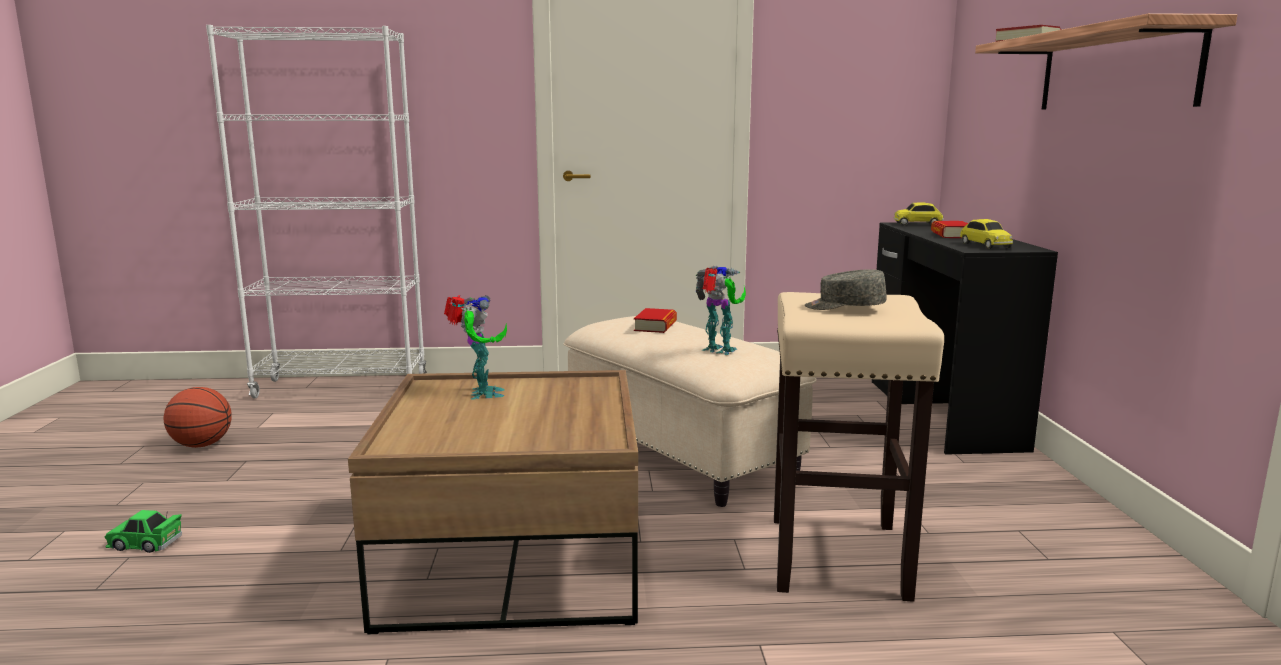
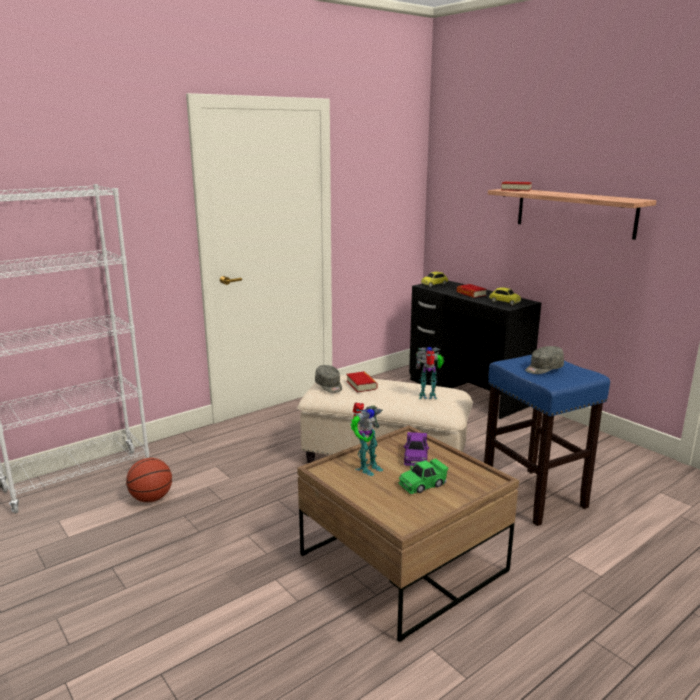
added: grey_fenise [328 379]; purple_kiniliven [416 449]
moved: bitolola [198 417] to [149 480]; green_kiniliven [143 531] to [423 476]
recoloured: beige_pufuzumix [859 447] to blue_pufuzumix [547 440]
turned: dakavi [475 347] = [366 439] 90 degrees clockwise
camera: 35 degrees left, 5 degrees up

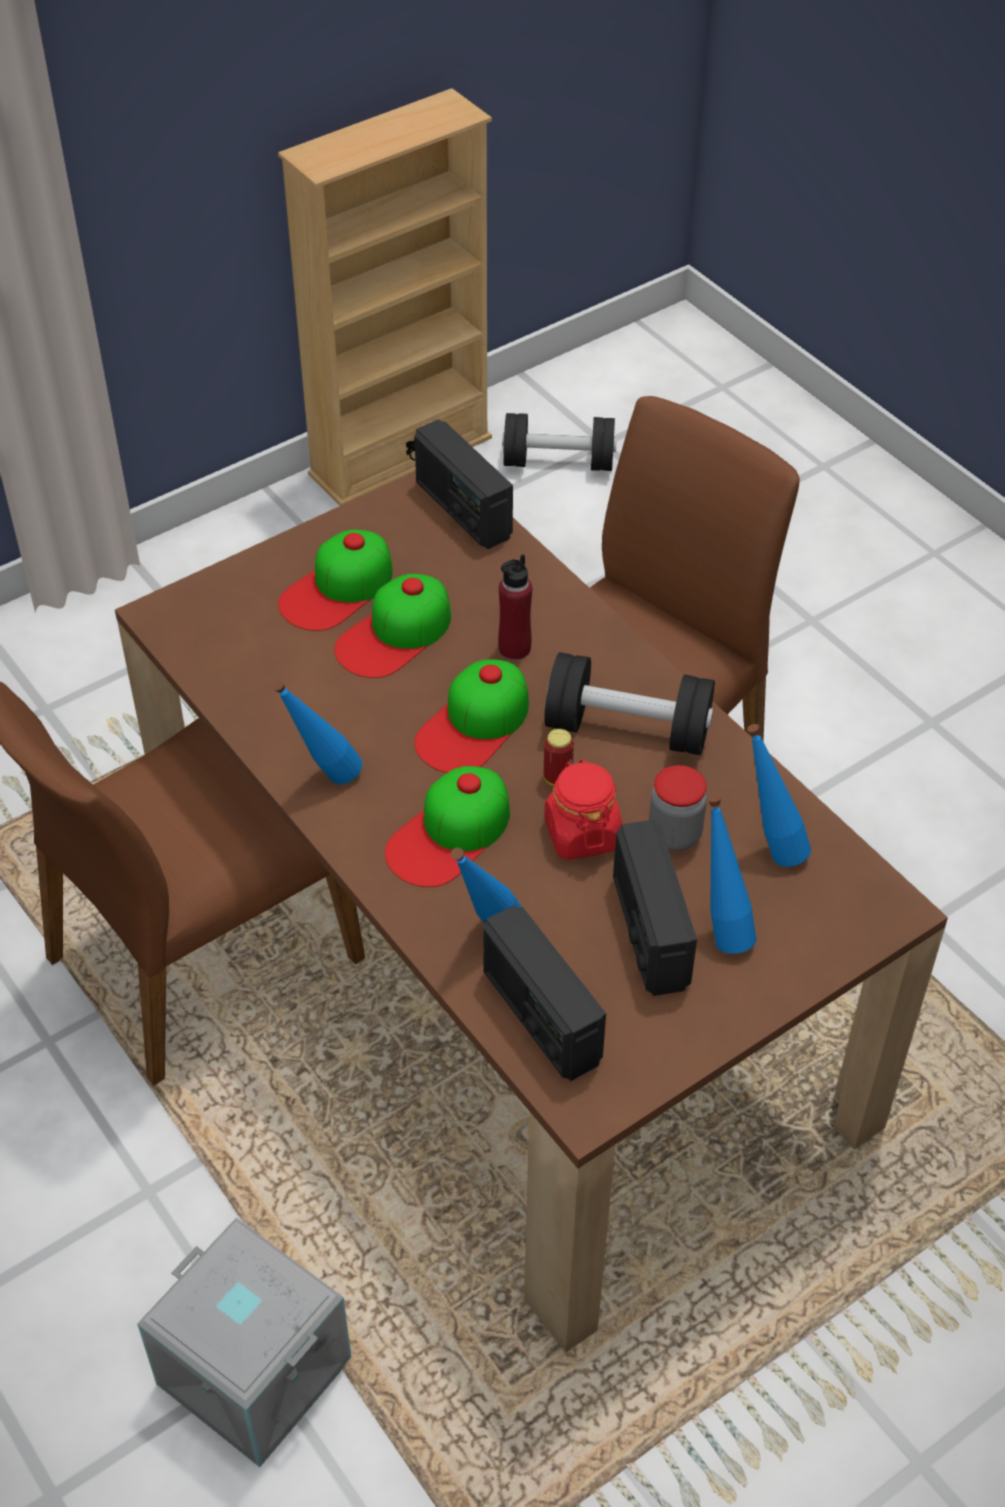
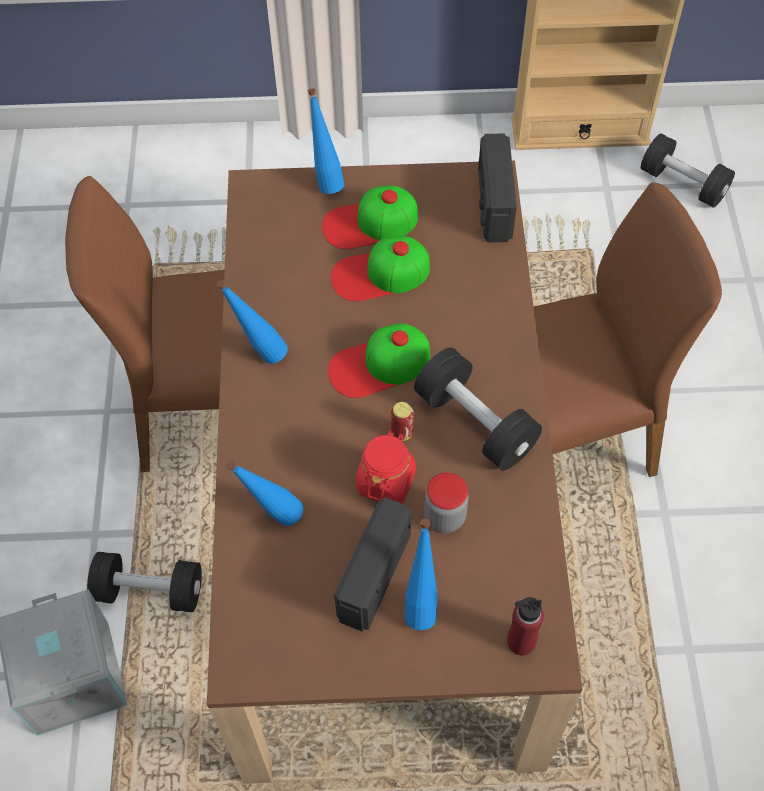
removed: fenise [447 826]; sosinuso [544 993]
added: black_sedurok [144 582]
moved: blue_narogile [779 795] to [326 141]; red_narogile [515 607] to [525 626]
camera: 35 degrees right, 10 degrees up

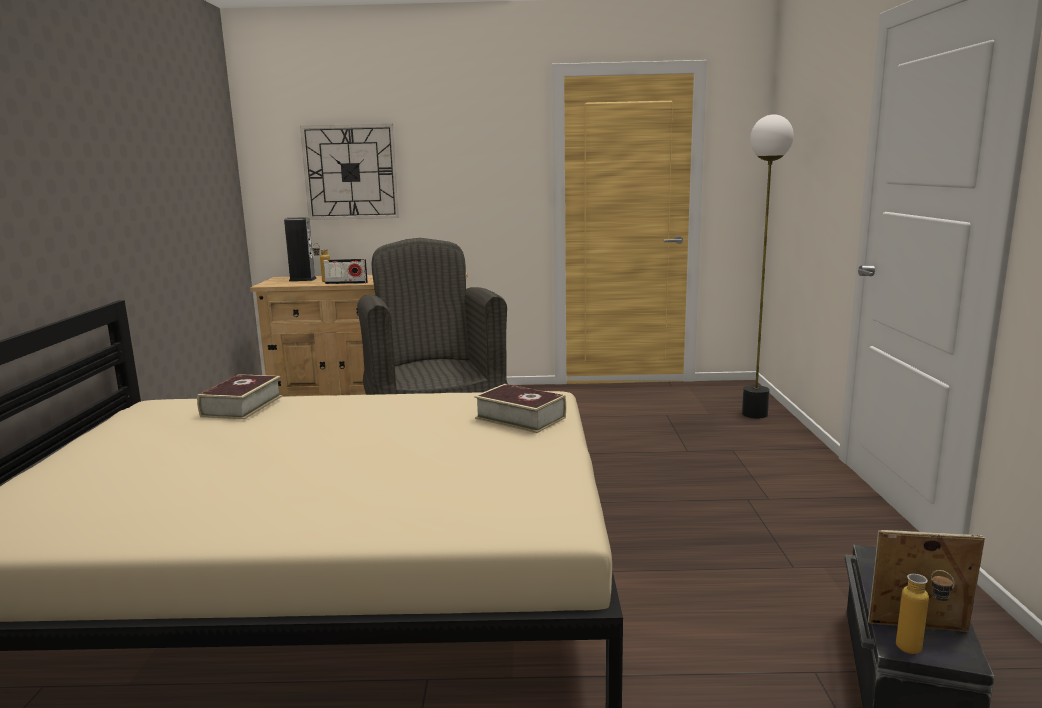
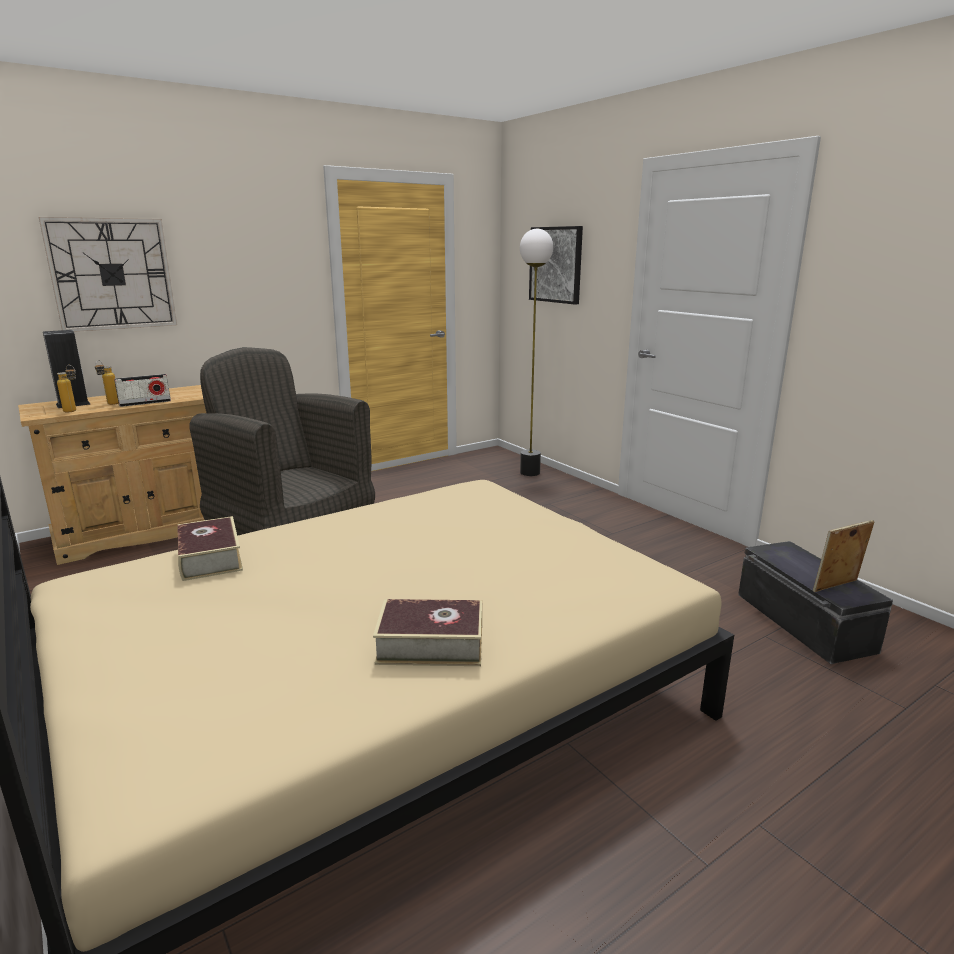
added: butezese [556 265]
moved: narogile [925 612] to [66 388]; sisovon [520 408] to [427 632]
camera: 35 degrees left, 5 degrees up

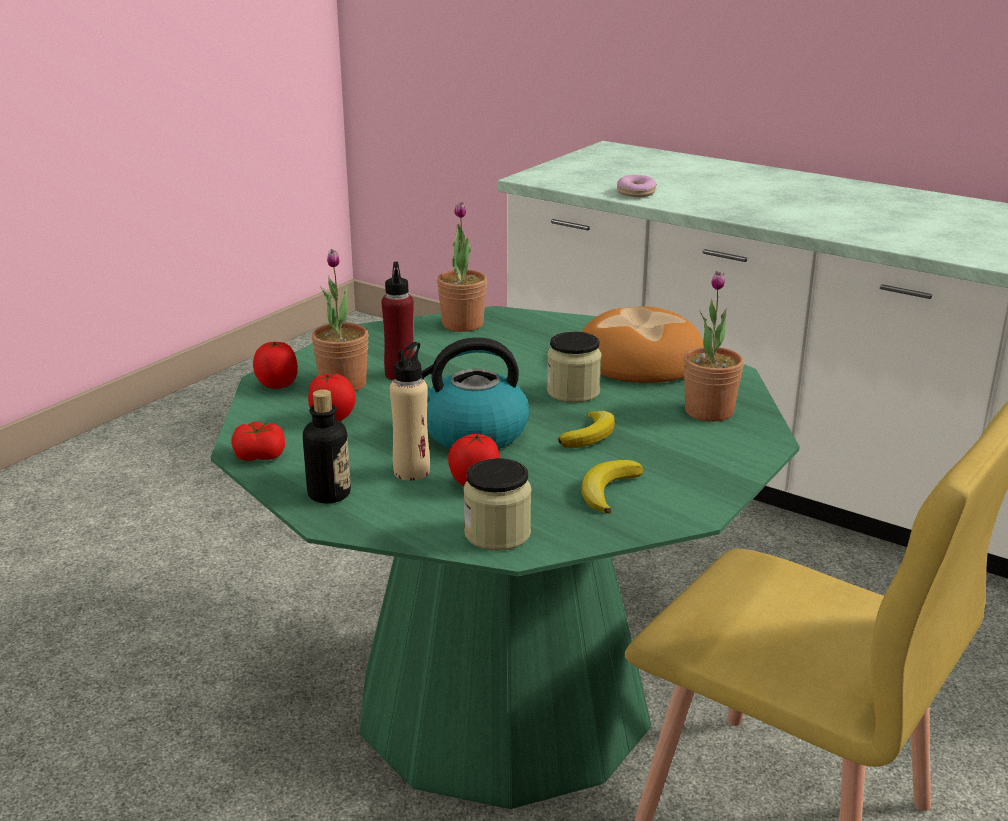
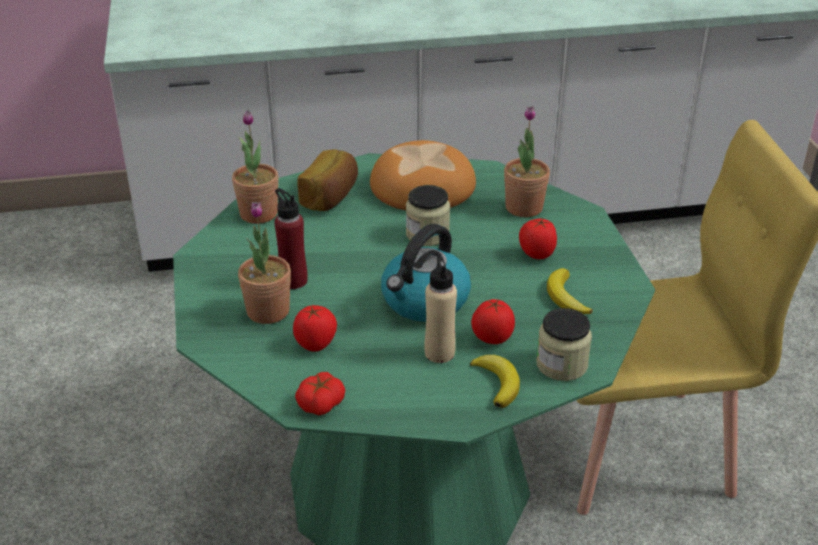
removed: narogile [327 446]; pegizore [637 186]
added: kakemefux [327 180]
moved: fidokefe [586 429] to [495 381]; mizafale [275 365] to [538 238]
camera: 45 degrees left, 10 degrees up

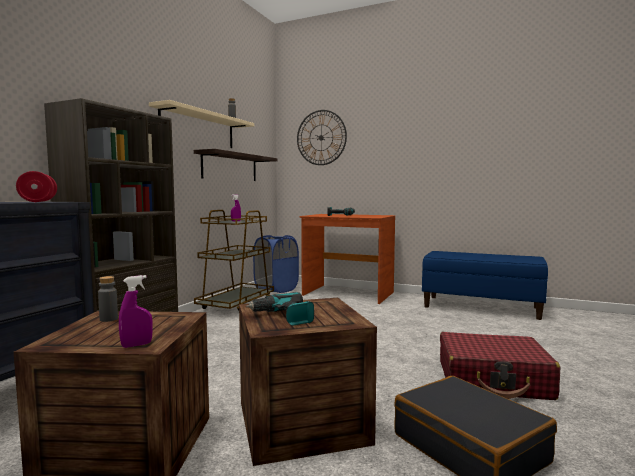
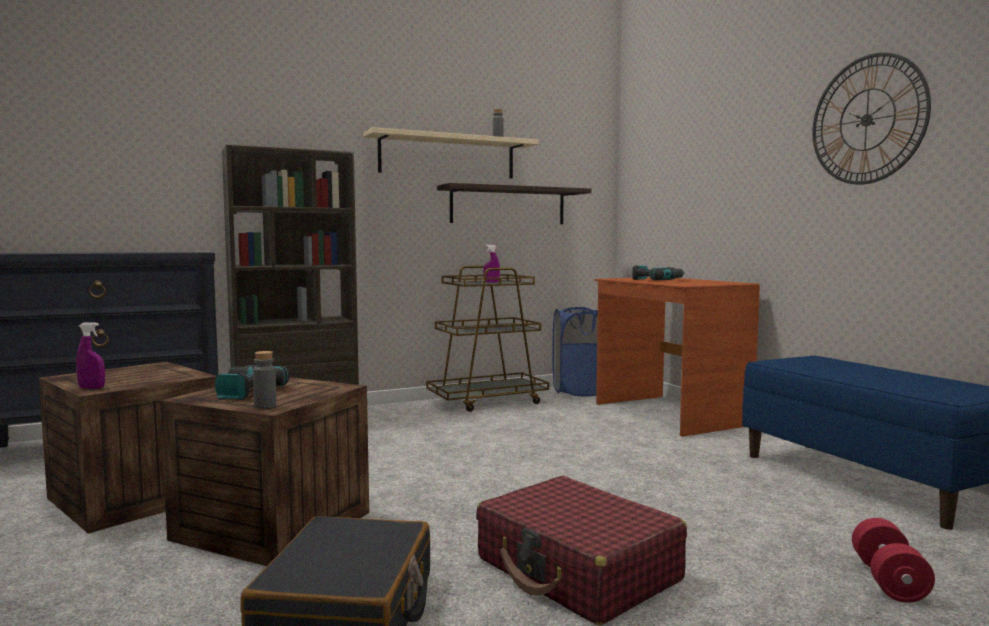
moved: grey_narogile [108 299] to [265 379]; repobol [322 137] to [871 119]; red_sedurok [36 186] to [893 560]
camera: 40 degrees right, 0 degrees up

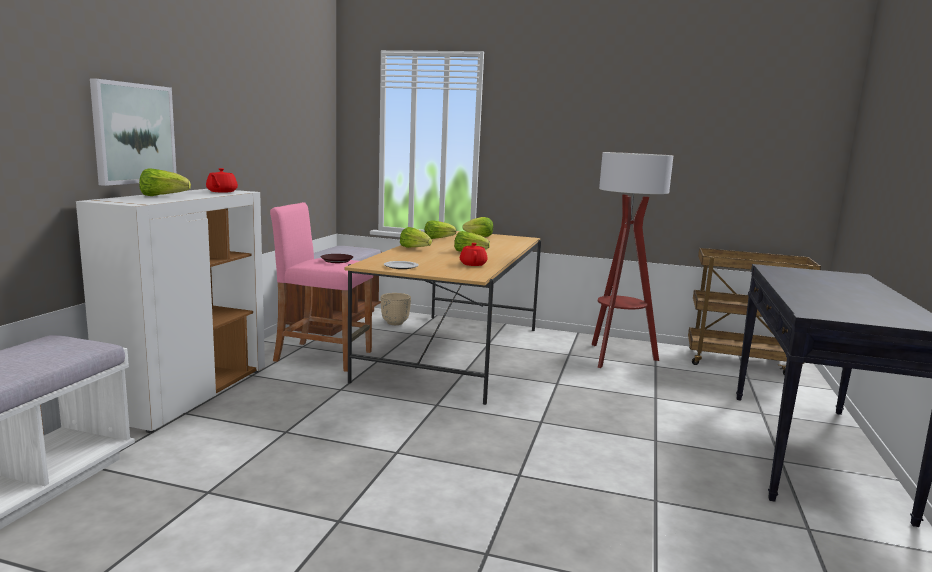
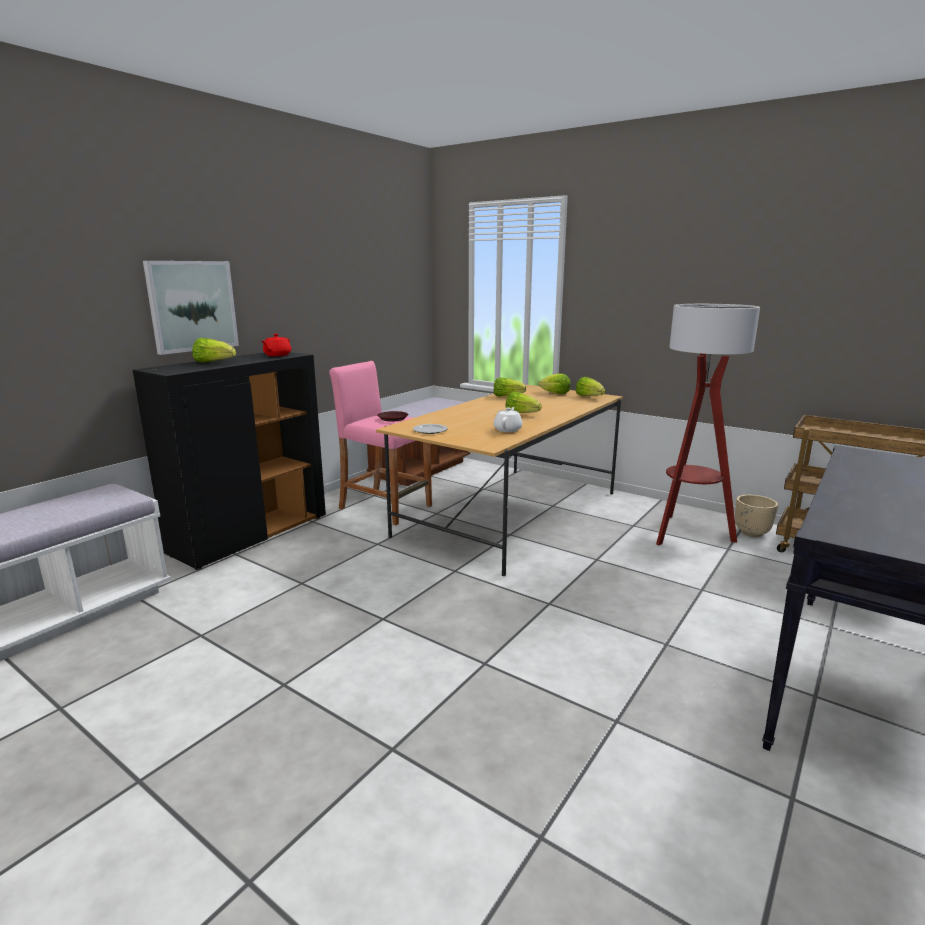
moved: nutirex [416 237] to [590 386]; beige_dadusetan [396 309] to [756 516]
recoloured: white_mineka [170 311] to black_mineka [229 461]; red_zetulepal [474 254] to white_zetulepal [508 419]
camera: 20 degrees right, 5 degrees up

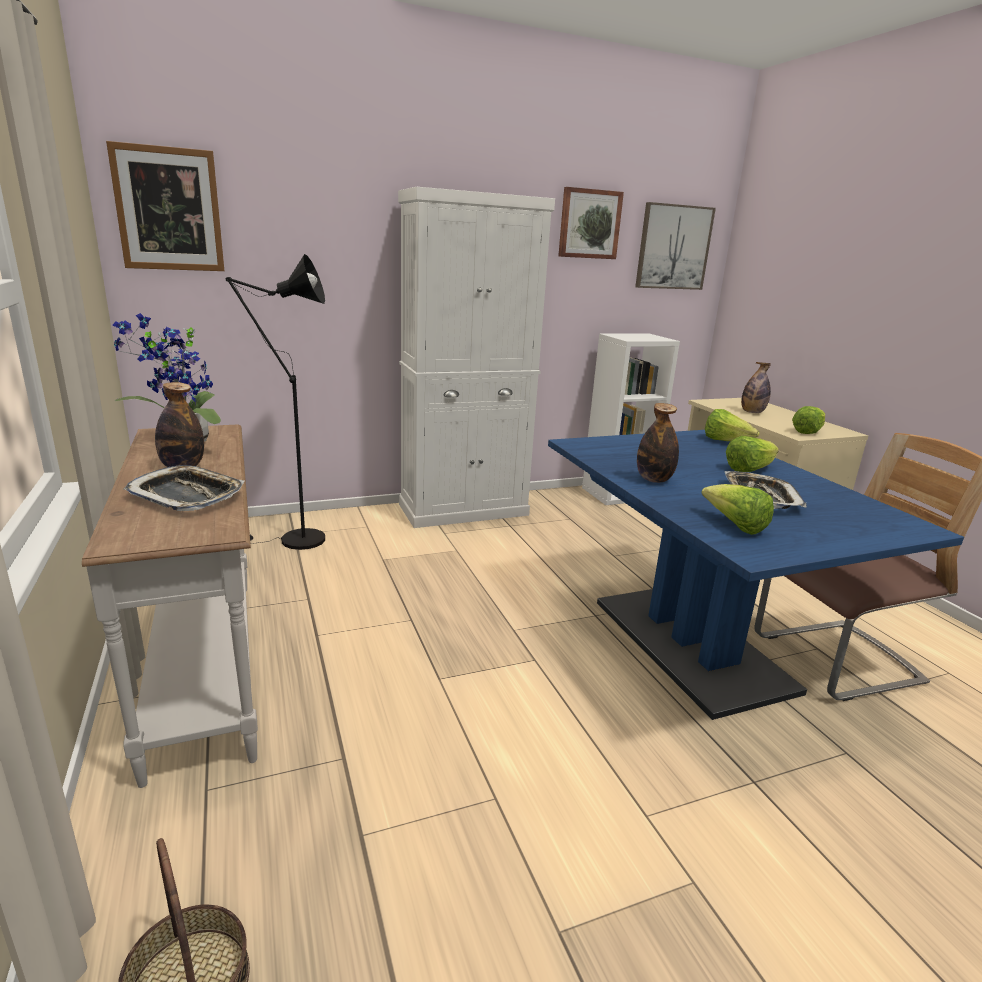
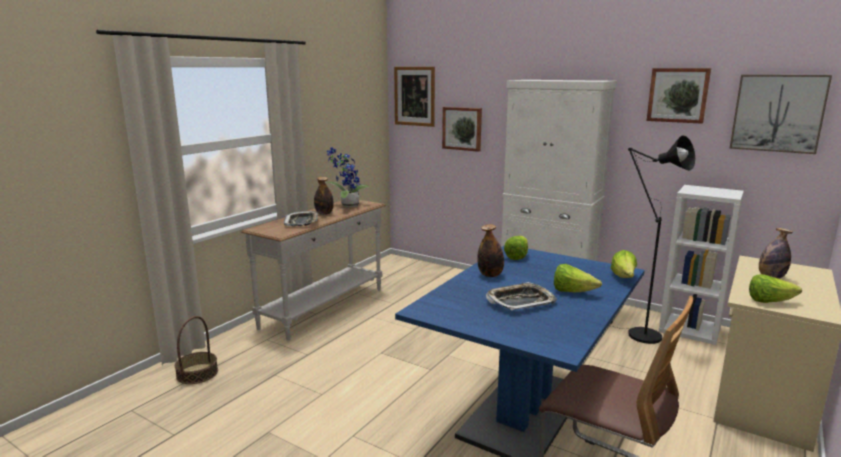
added: butezese [462 129]
moved: nutirex [737 509] to [516 248]; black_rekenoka [275 402] to [652 239]
camera: 55 degrees right, 5 degrees down

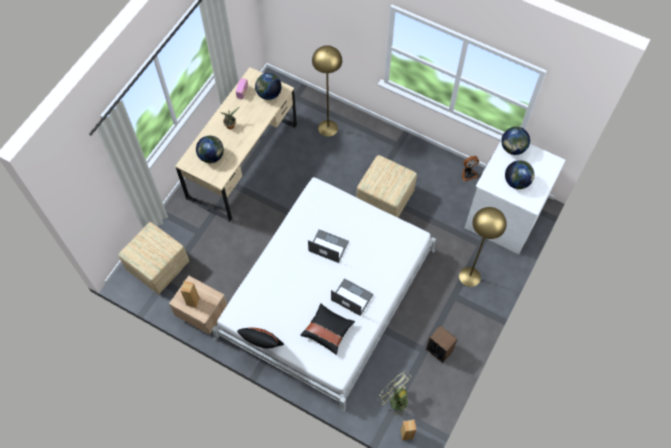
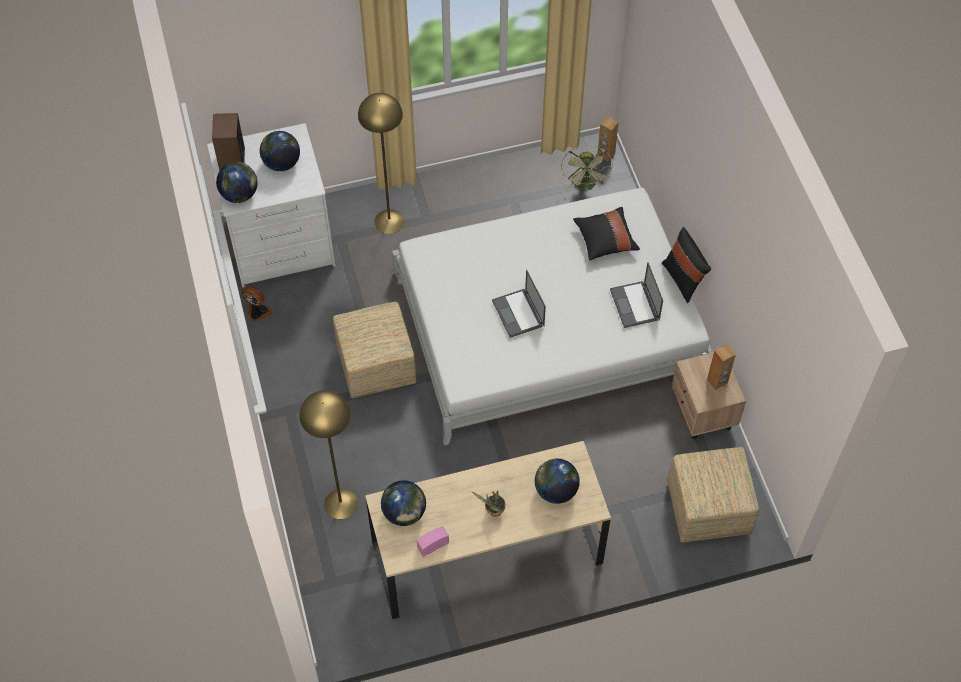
moved: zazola [442 344] to [228 142]; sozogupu [352 297] to [636 295]
camera: 135 degrees left, 5 degrees down

